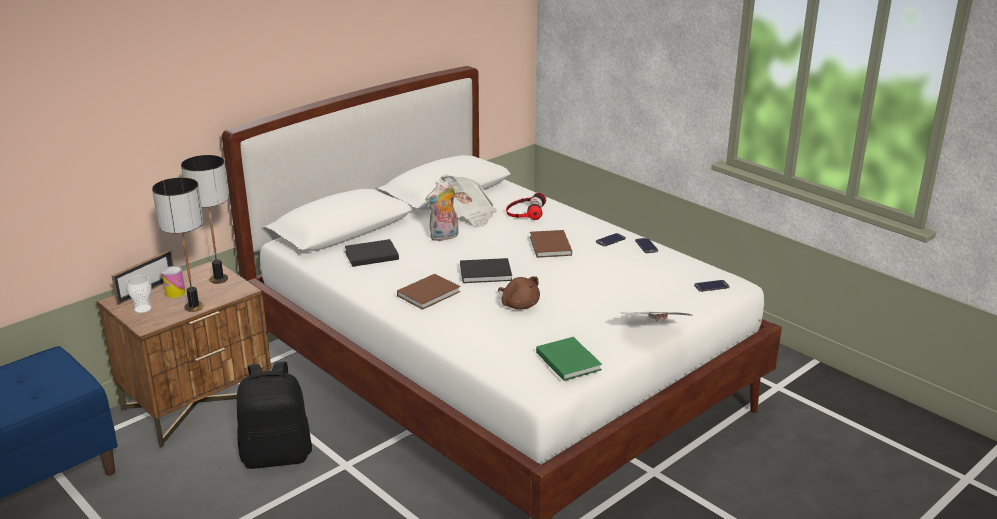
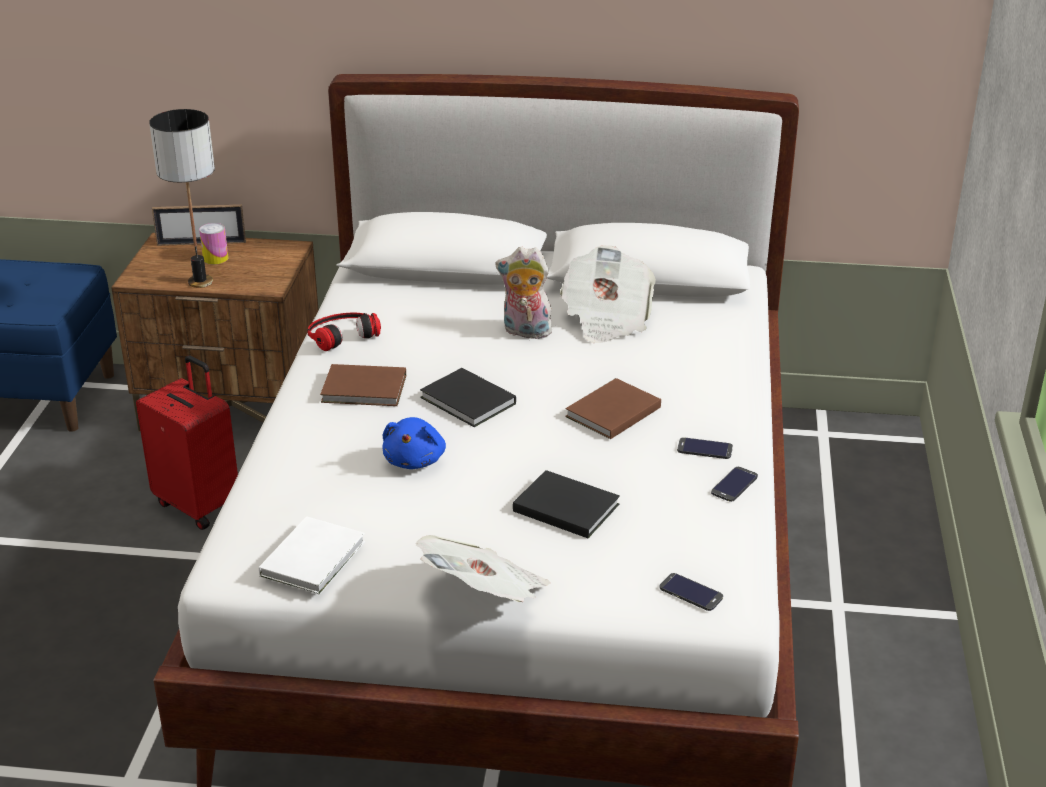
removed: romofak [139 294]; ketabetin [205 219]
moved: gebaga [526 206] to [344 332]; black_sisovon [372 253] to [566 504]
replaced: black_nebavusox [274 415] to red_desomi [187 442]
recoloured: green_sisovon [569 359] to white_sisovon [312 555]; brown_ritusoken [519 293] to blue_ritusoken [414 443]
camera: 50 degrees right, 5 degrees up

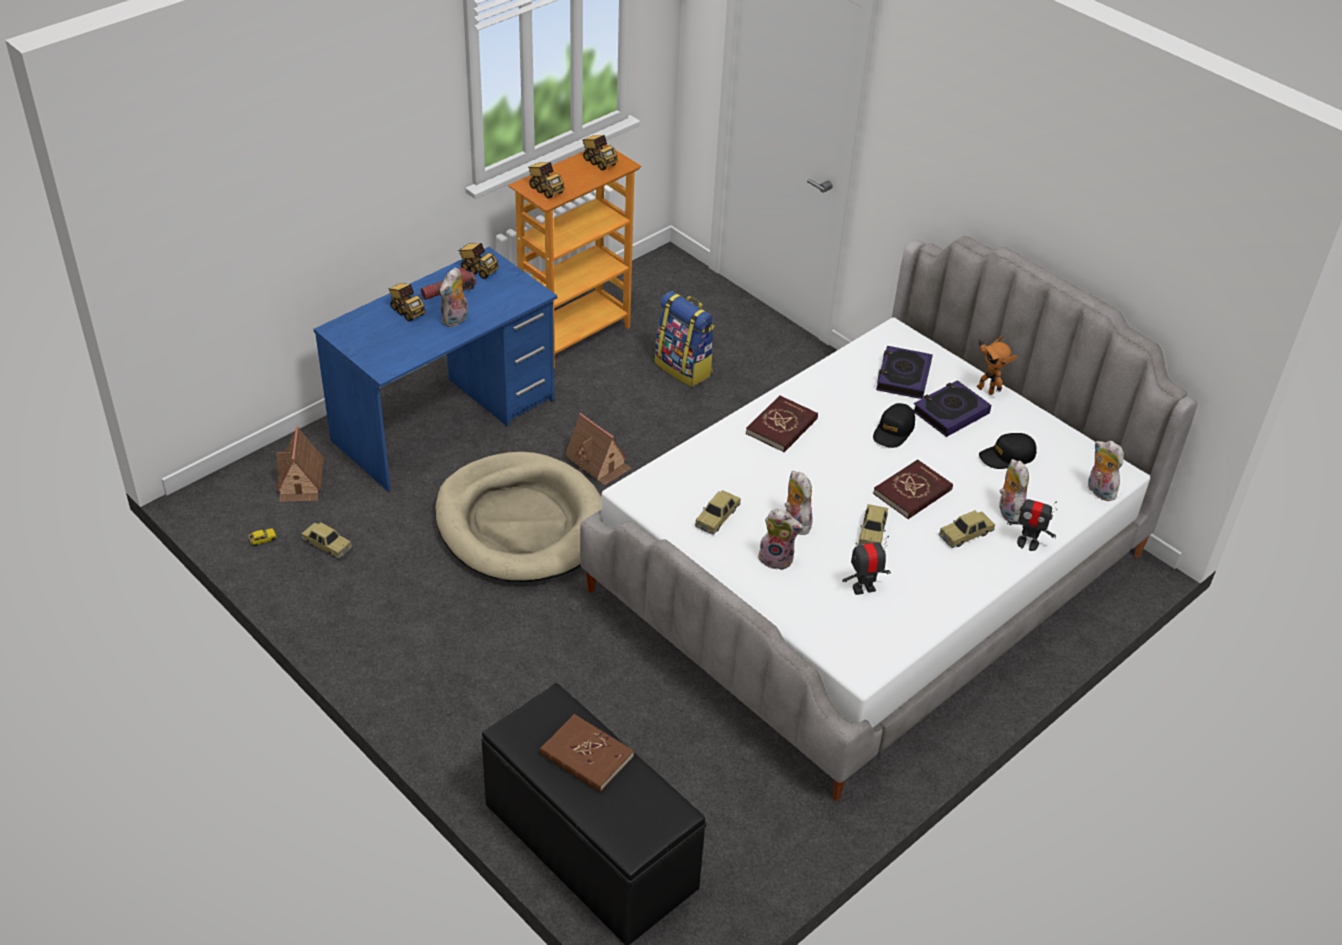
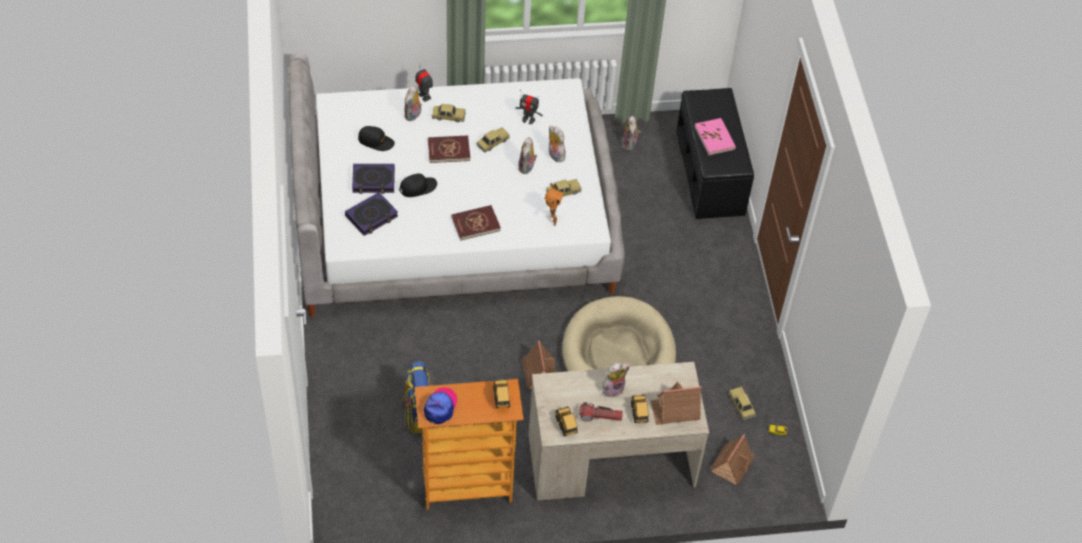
added: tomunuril [675 403]
moved: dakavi [997 365] to [554 204]; ritusoken [1106 471] to [631 133]
replaced: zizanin [600 152] to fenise [440 405]
recoloured: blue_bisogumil [435 369] to beige_bisogumil [618 431]; brown_sisovon [587 753] to pink_sisovon [715 137]
camera: 145 degrees left, 10 degrees up

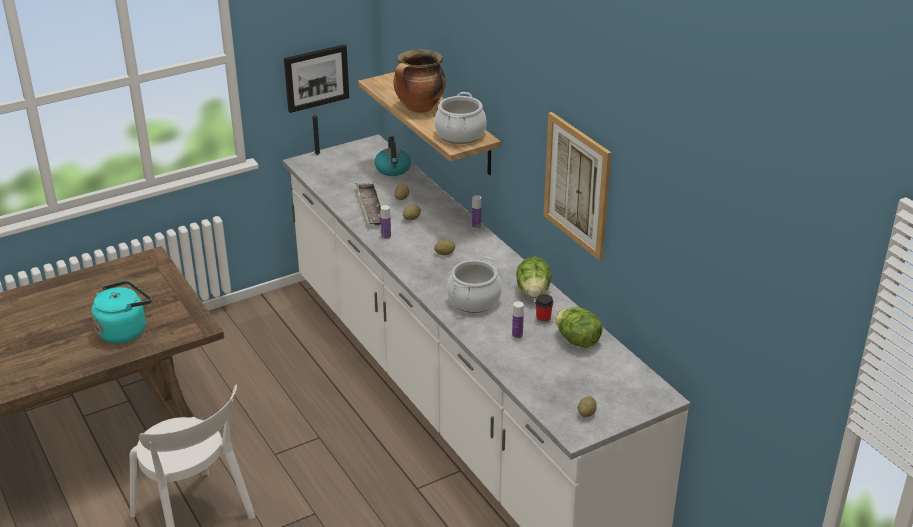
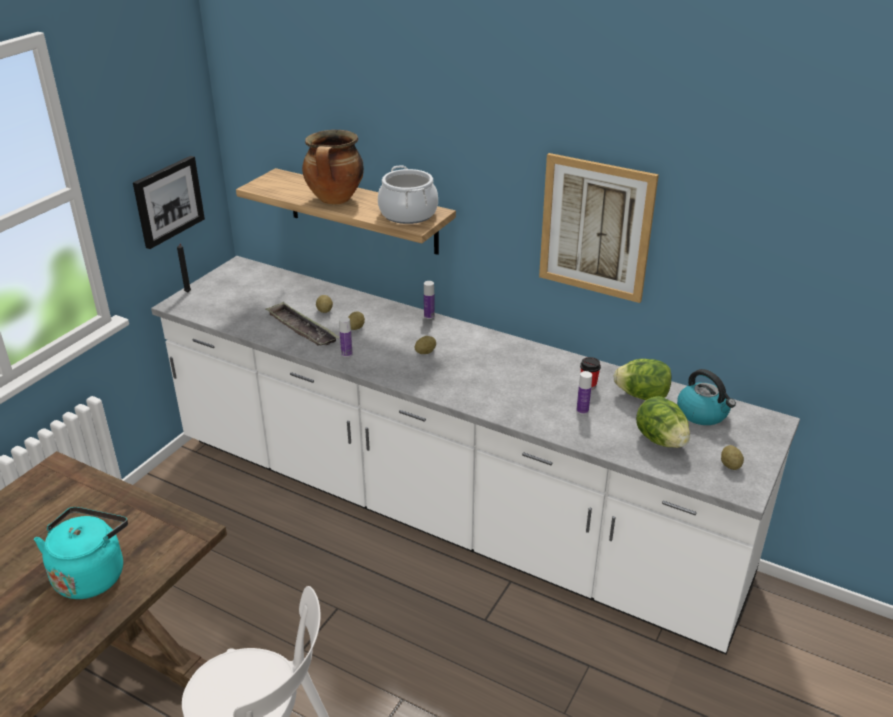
removed: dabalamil [474 285]
moved: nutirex [534 277] to [663 422]; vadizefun [393 156] to [706 397]
camera: 30 degrees left, 0 degrees up

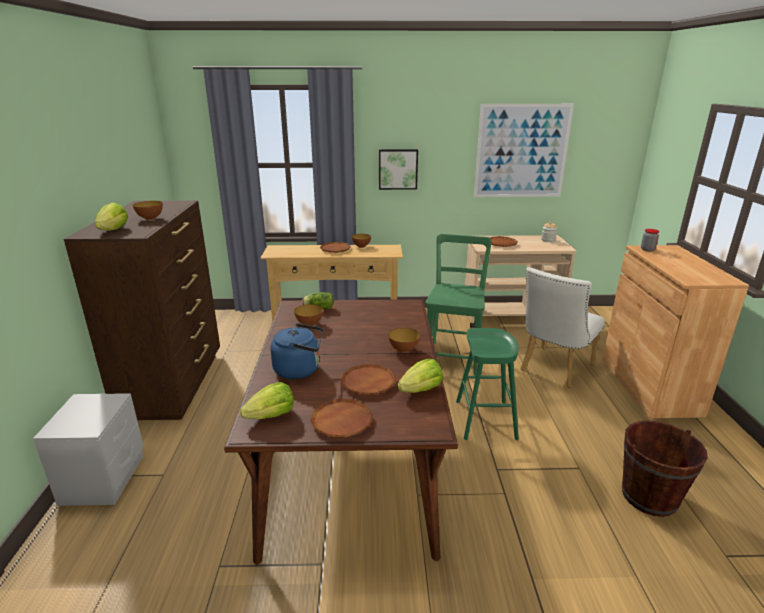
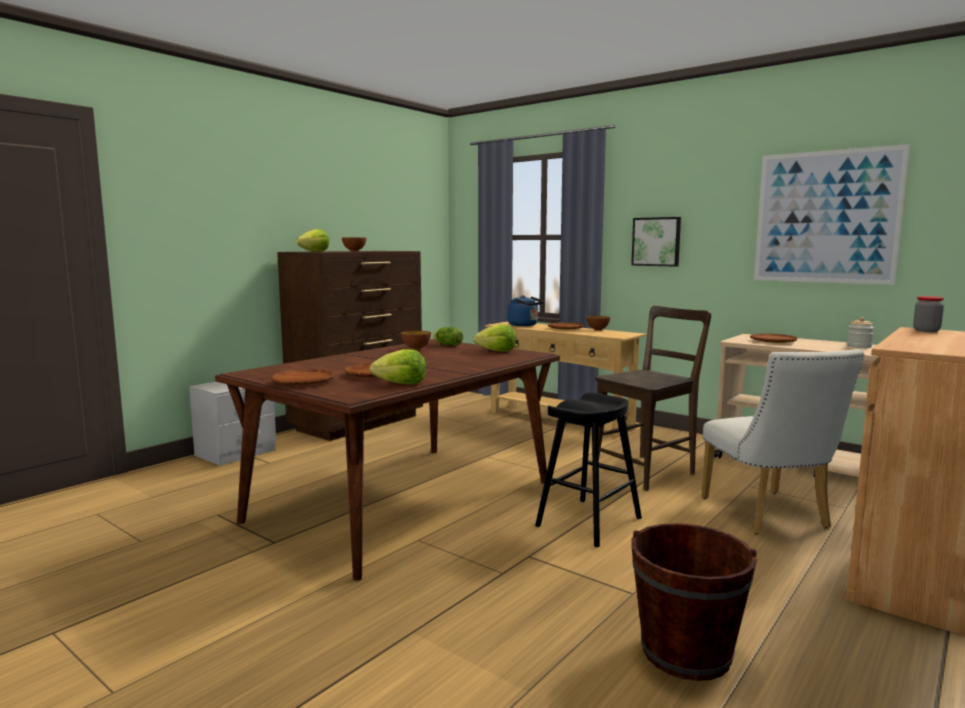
removed: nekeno [404 340]
moved: nutirex [267 400] to [494 338]; blue_vadizefun [296 351] to [526 310]
recoloured: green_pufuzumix [487 384] to black_pufuzumix [588 470]; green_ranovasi [458 304] to brown_ranovasi [651 398]
turned: white_ranovasi [562 327] = [782 441] 90 degrees counterclockwise
camera: 40 degrees right, 15 degrees down

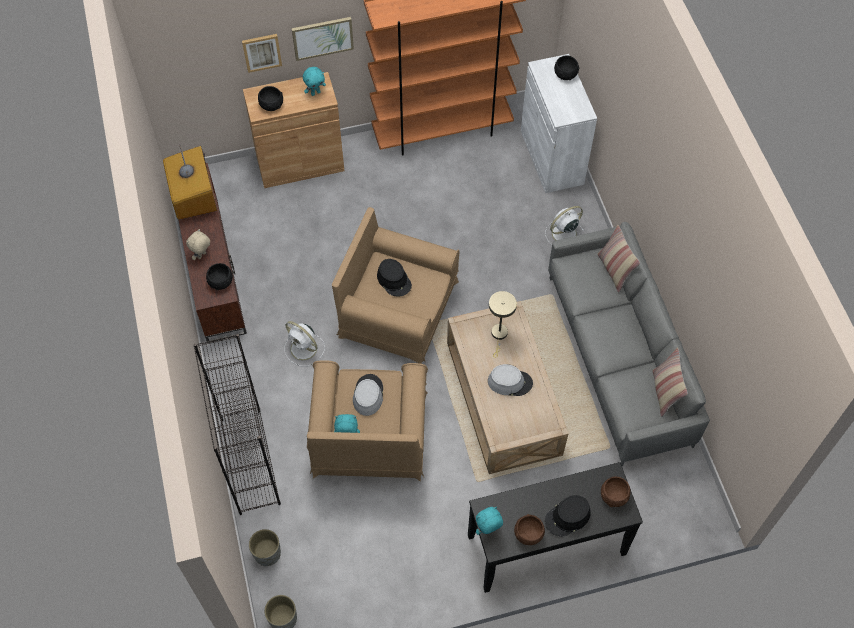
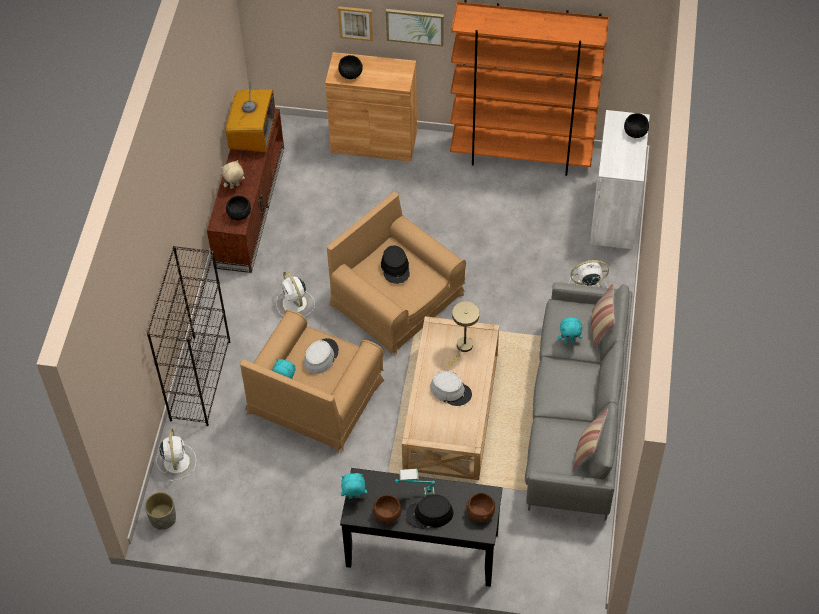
added: ketabetin [415 482]
moved: turquoise_ritusoken [314 81] to [570 330]
replaced: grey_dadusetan [265 547] to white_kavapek [176 455]
camera: 25 degrees right, 5 degrees down

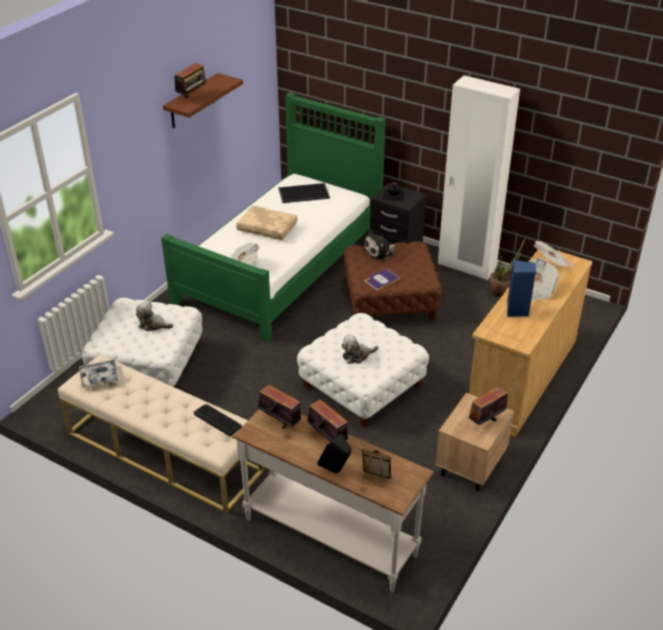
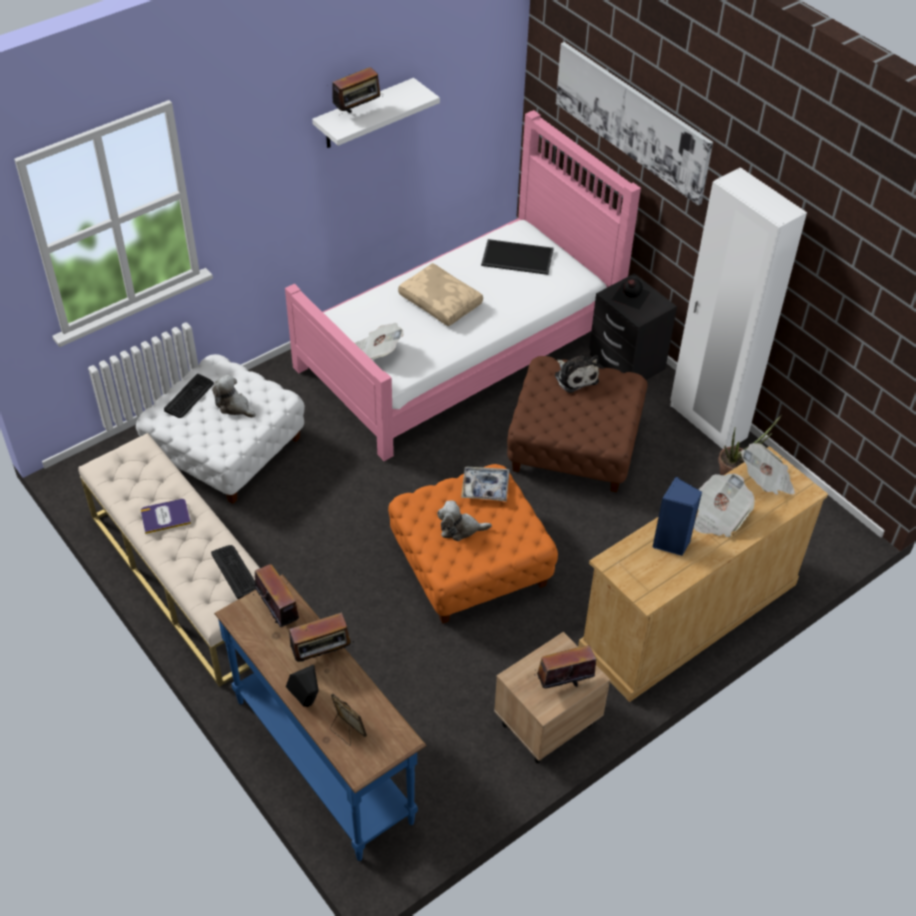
added: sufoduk [189 396]; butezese [634 123]
moved: sisovon [382 280] to [166 516]; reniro [98 373] to [485 484]
recoloured: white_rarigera [333 501] to blue_rarigera [320 717]; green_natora [273 217] to pink_natora [463 285]; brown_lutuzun [203 100] to white_lutuzun [376 113]; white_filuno [363 370] to orange_filuno [473 544]
turned: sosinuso [327 421] = [321 637] 90 degrees clockwise; ritusoken [379 244] = [577 374] 105 degrees counterclockwise
camera: 20 degrees right, 10 degrees up

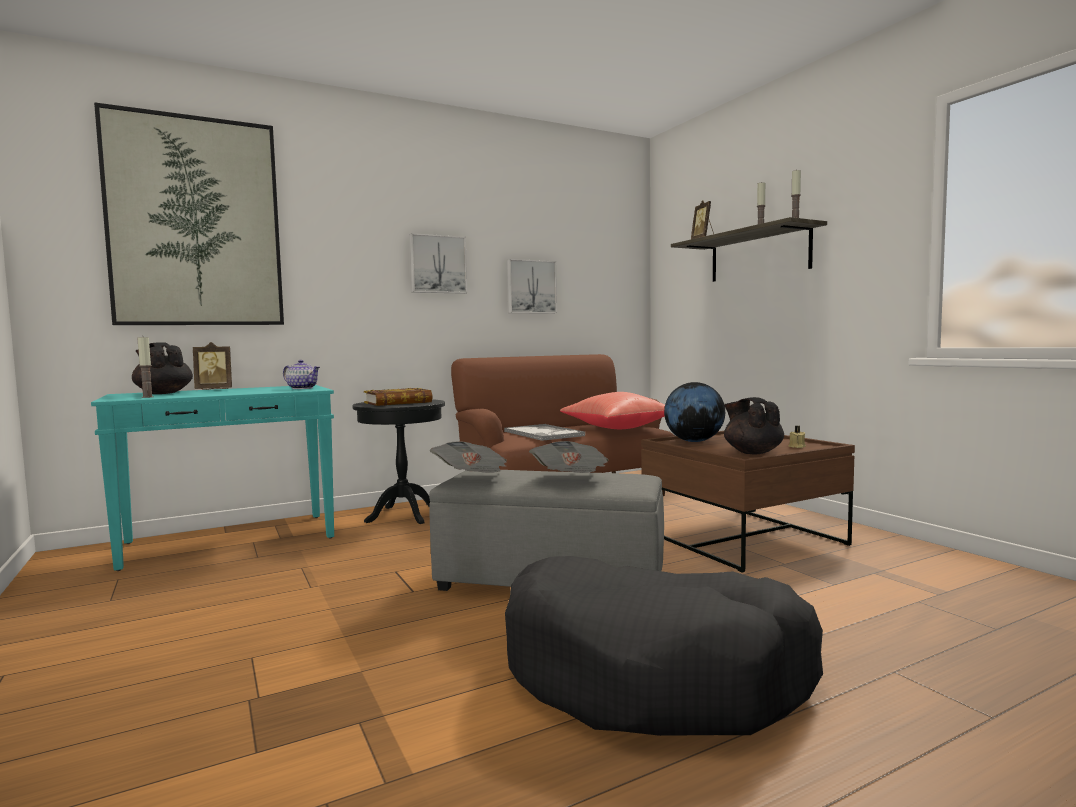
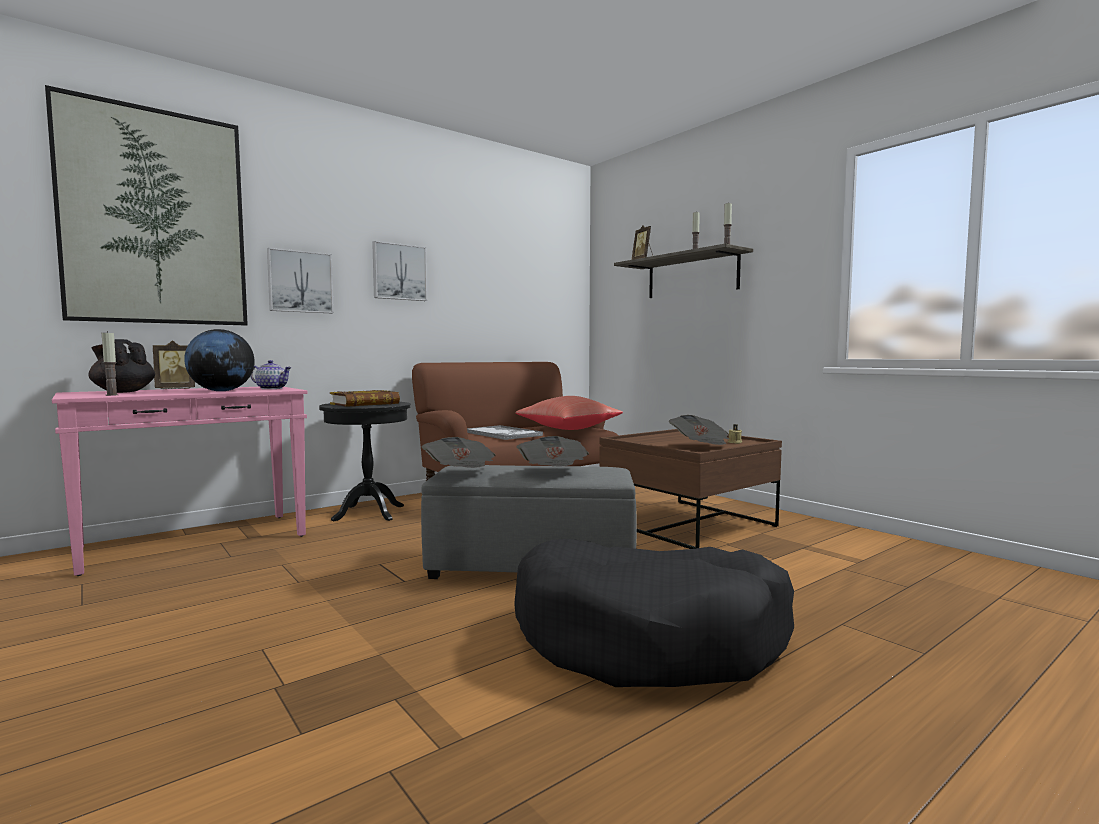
moved: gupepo [694 412] to [219 360]; butezese [532 286] to [300 280]
replaced: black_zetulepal [754 425] to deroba [699 430]
recoloured: turquoise_rarigera [212 478] to pink_rarigera [180 481]
camera: 10 degrees left, 0 degrees up

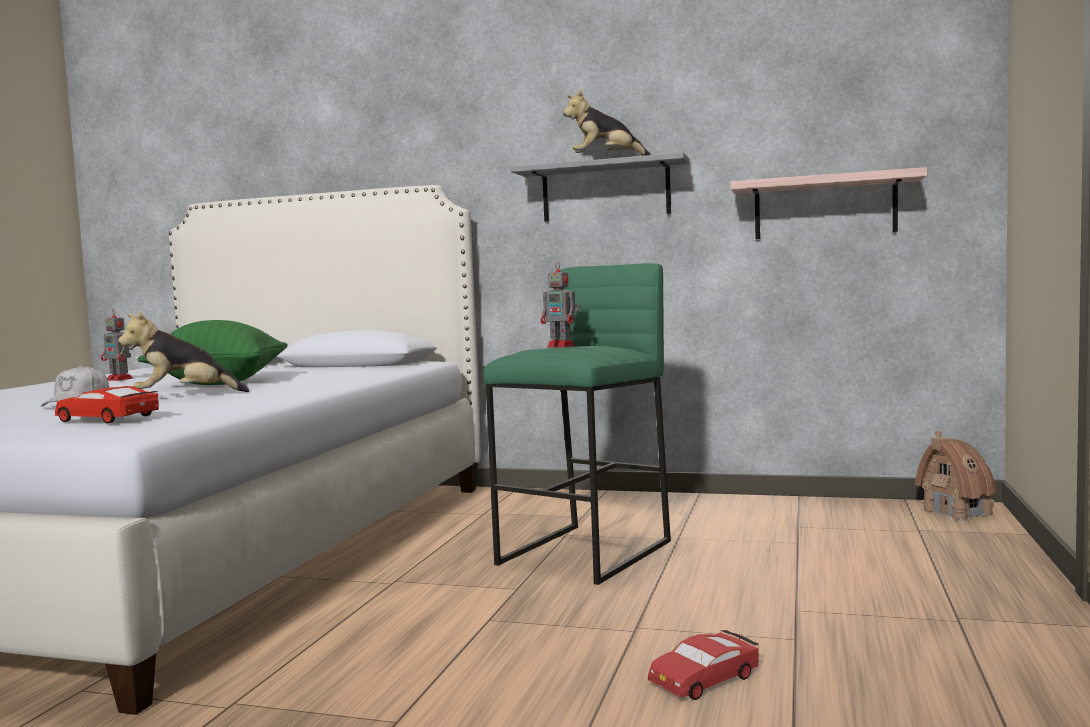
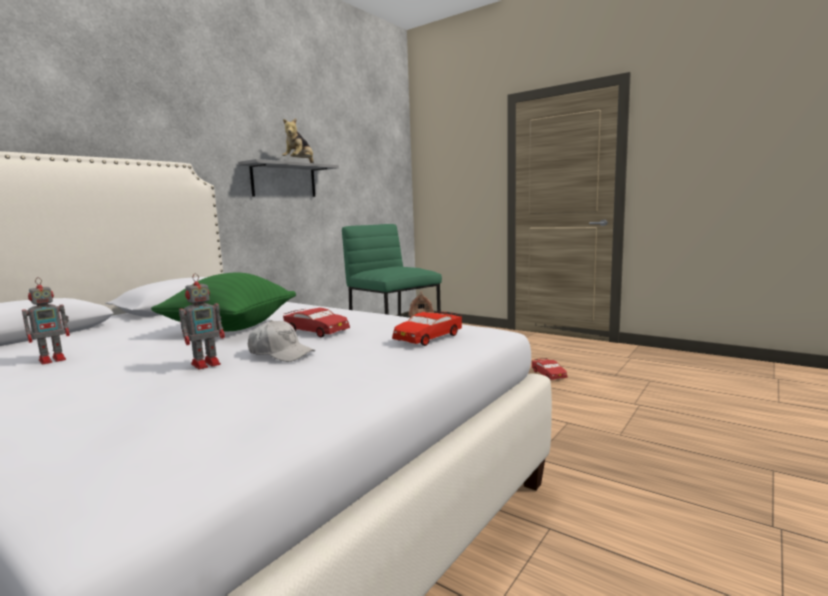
removed: lutuzun [828 203]
moved: dakavi [560 304] to [202 321]
replaced: ritusoken [183 351] to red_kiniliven [316 322]
camera: 70 degrees left, 5 degrees up

